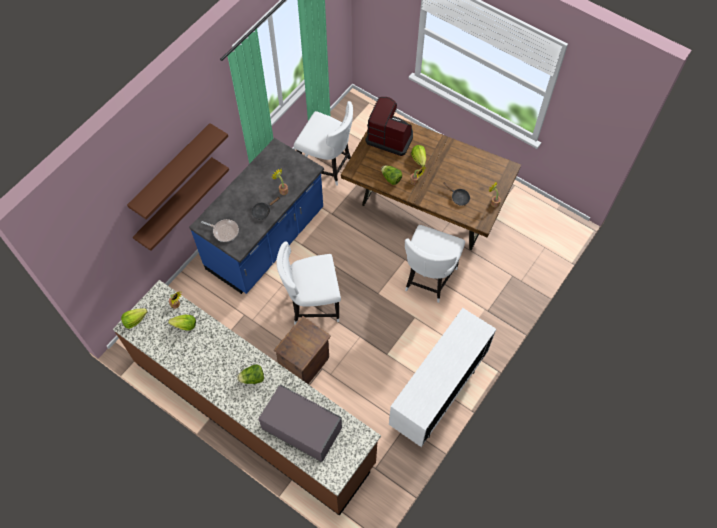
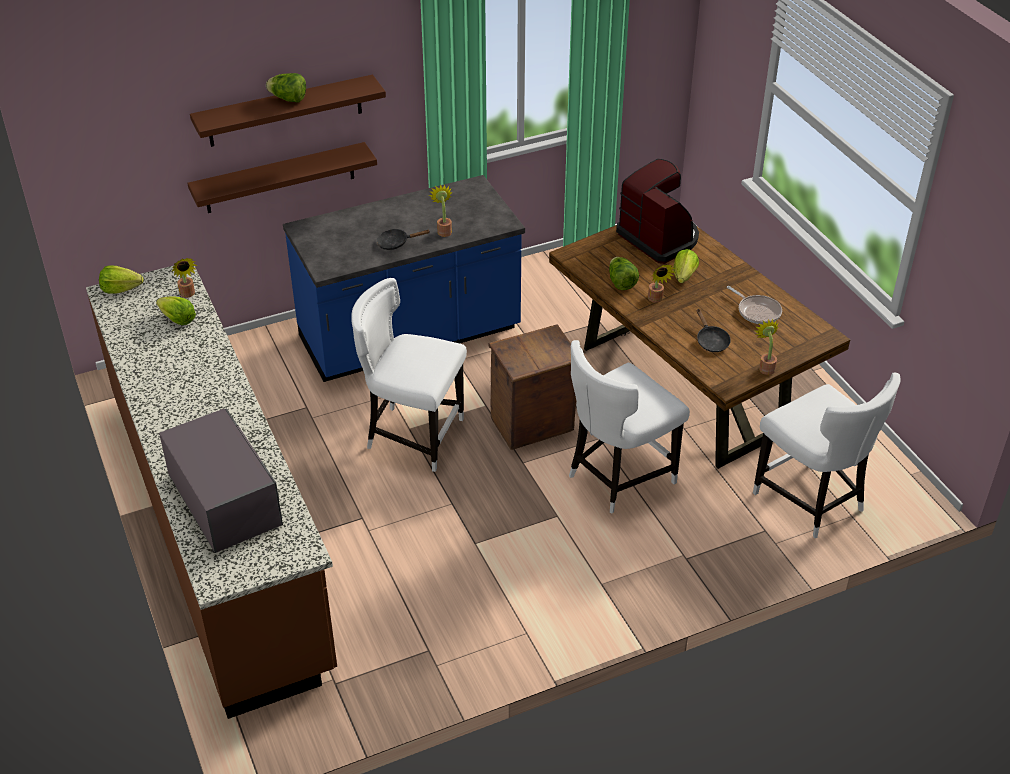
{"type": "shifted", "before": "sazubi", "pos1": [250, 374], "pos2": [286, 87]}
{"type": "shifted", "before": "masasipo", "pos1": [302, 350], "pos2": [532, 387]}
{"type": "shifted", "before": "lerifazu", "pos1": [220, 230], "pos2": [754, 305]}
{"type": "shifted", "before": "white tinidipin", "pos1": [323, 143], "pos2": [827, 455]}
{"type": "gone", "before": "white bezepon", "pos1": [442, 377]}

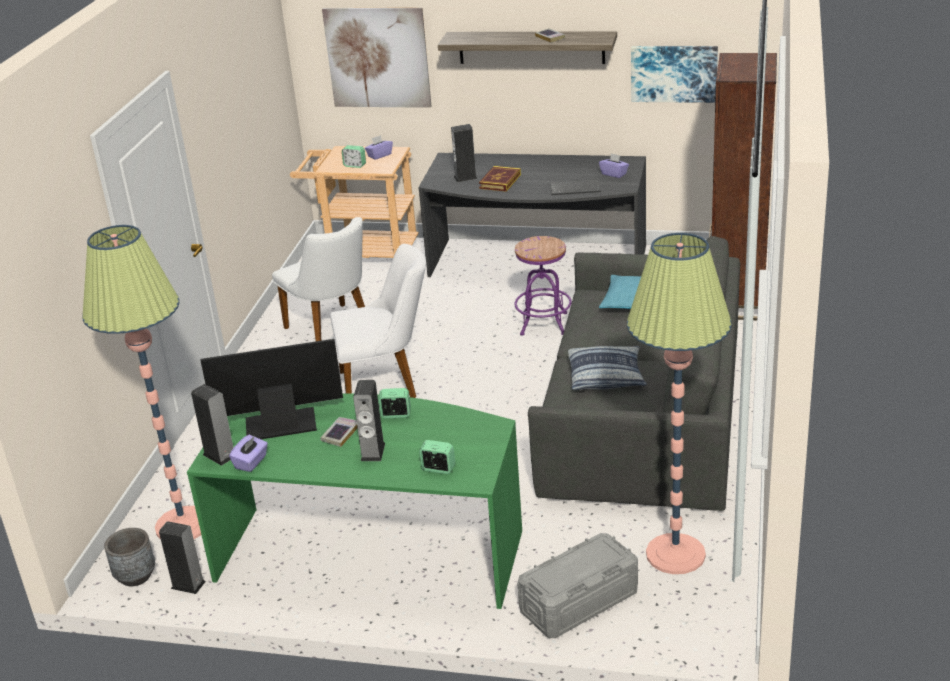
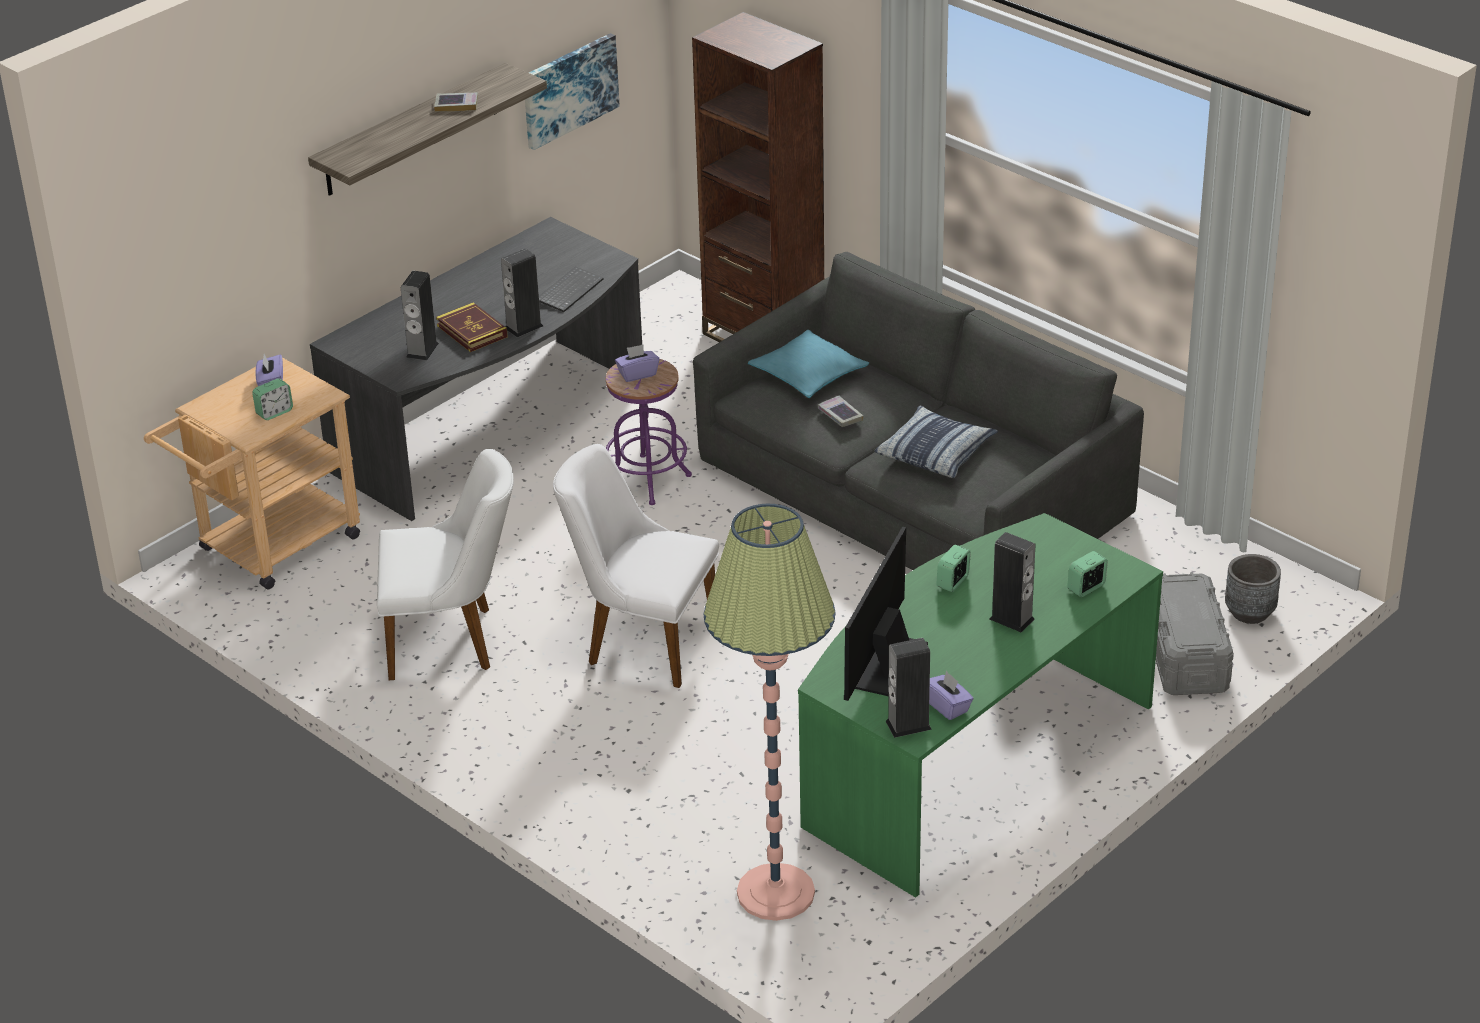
{"type": "shifted", "before": "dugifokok", "pos1": [182, 557], "pos2": [522, 292]}
{"type": "rotated", "before": "white tinidipin", "pos1": [378, 321], "pos2": [636, 566], "turn": -90}
{"type": "shifted", "before": "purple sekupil", "pos1": [614, 165], "pos2": [637, 363]}
{"type": "shifted", "before": "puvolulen", "pos1": [338, 432], "pos2": [840, 411]}
{"type": "shifted", "before": "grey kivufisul", "pos1": [129, 557], "pos2": [1253, 589]}
{"type": "gone", "before": "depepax", "pos1": [376, 57]}
{"type": "gone", "before": "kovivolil", "pos1": [679, 403]}

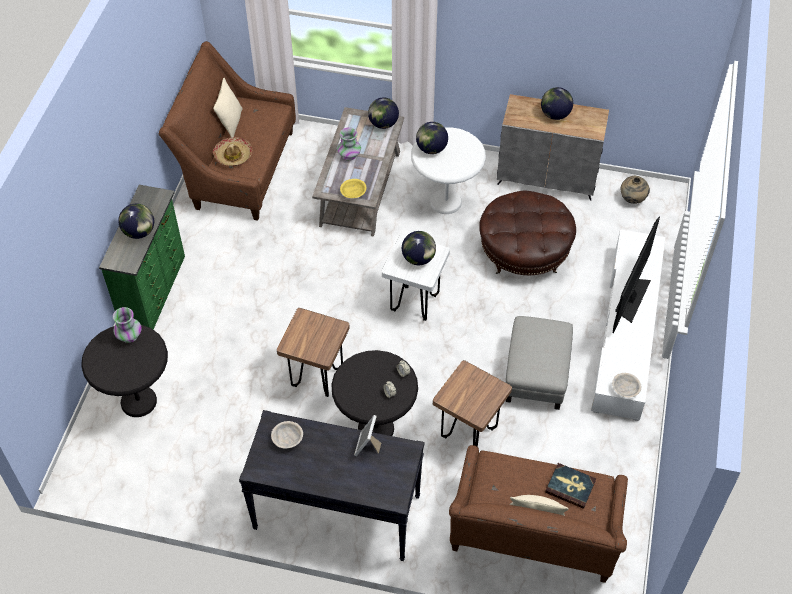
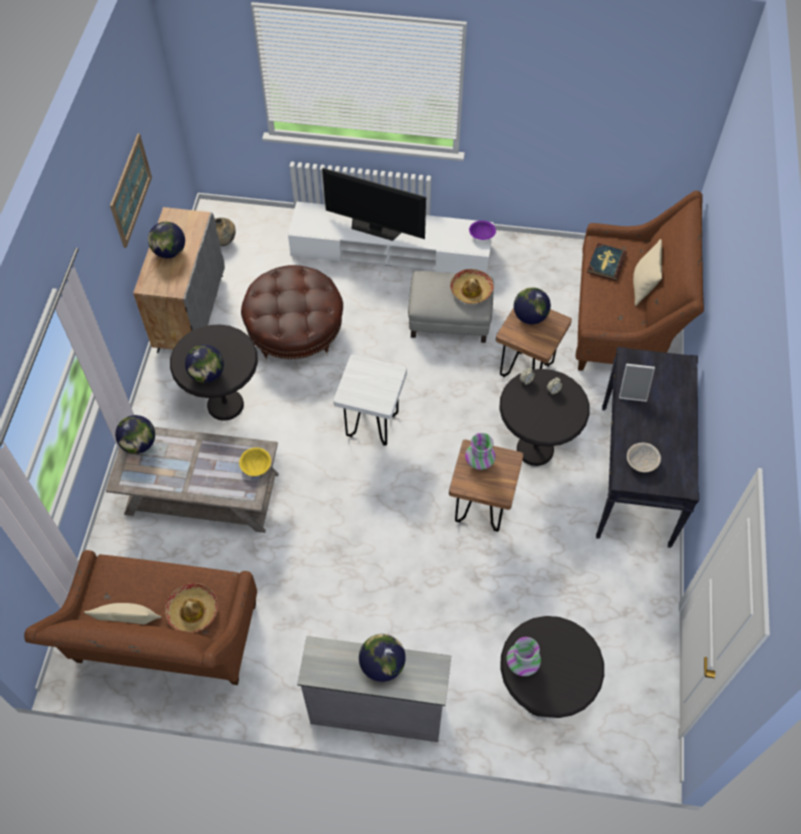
{"type": "new", "after": "depepax", "pos2": [131, 191]}
{"type": "repainted", "before": "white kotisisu", "after": "black kotisisu", "pos1": [448, 170], "pos2": [214, 372]}
{"type": "repainted", "before": "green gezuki", "after": "grey gezuki", "pos1": [142, 257], "pos2": [374, 689]}
{"type": "new", "after": "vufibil", "pos2": [472, 286]}
{"type": "shifted", "before": "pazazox", "pos1": [349, 144], "pos2": [480, 451]}
{"type": "repainted", "before": "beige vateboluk", "after": "purple vateboluk", "pos1": [626, 385], "pos2": [482, 230]}
{"type": "shifted", "before": "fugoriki", "pos1": [419, 248], "pos2": [532, 305]}

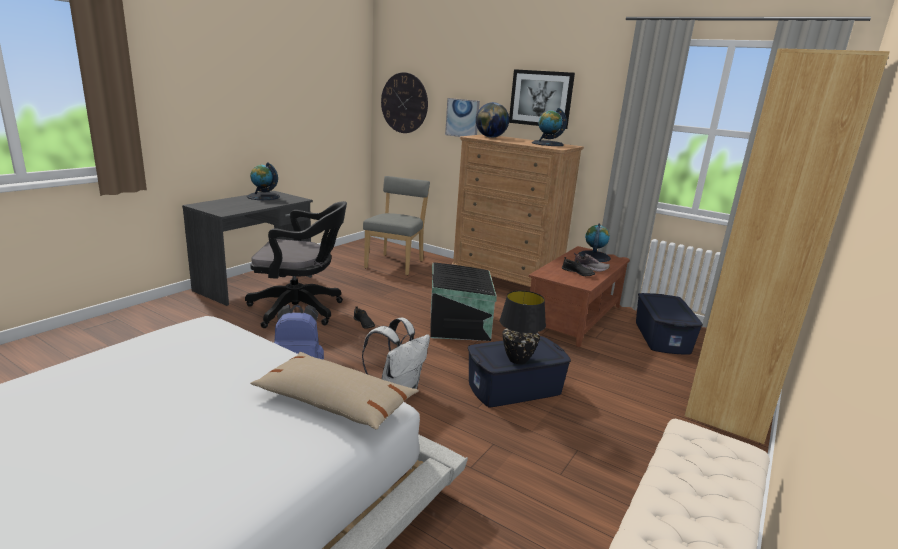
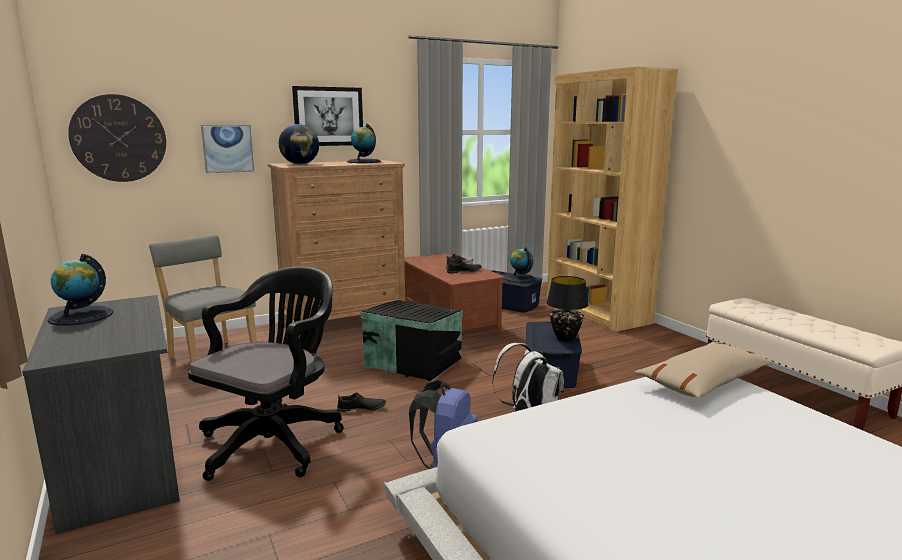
{"type": "shifted", "before": "fugoriki", "pos1": [594, 243], "pos2": [520, 265]}

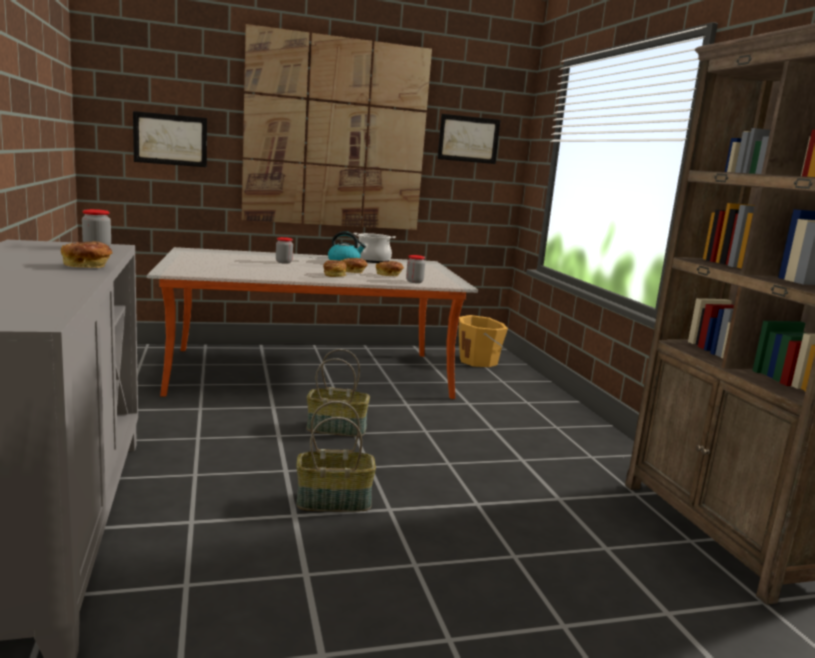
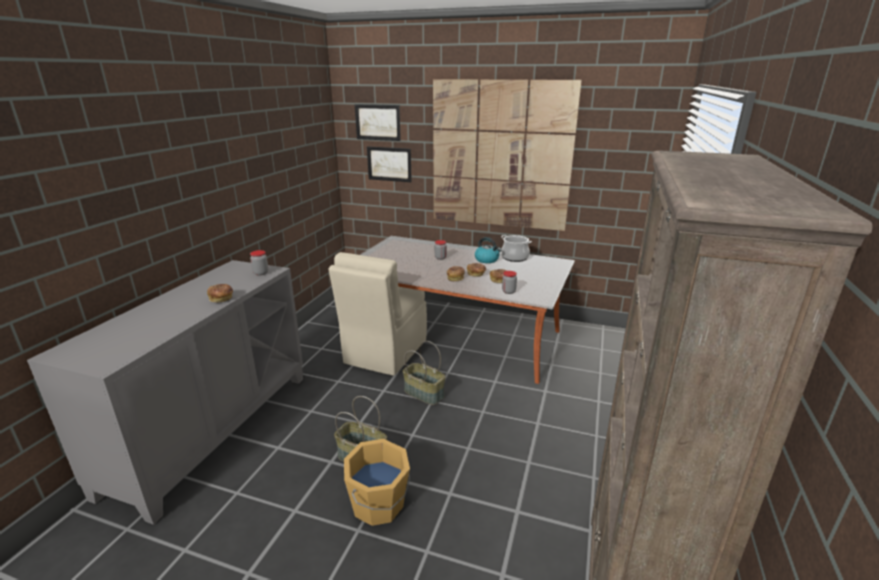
{"type": "new", "after": "beige tinidipin", "pos2": [377, 314]}
{"type": "shifted", "before": "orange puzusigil", "pos1": [483, 341], "pos2": [377, 482]}
{"type": "shifted", "before": "depepax", "pos1": [468, 139], "pos2": [378, 122]}

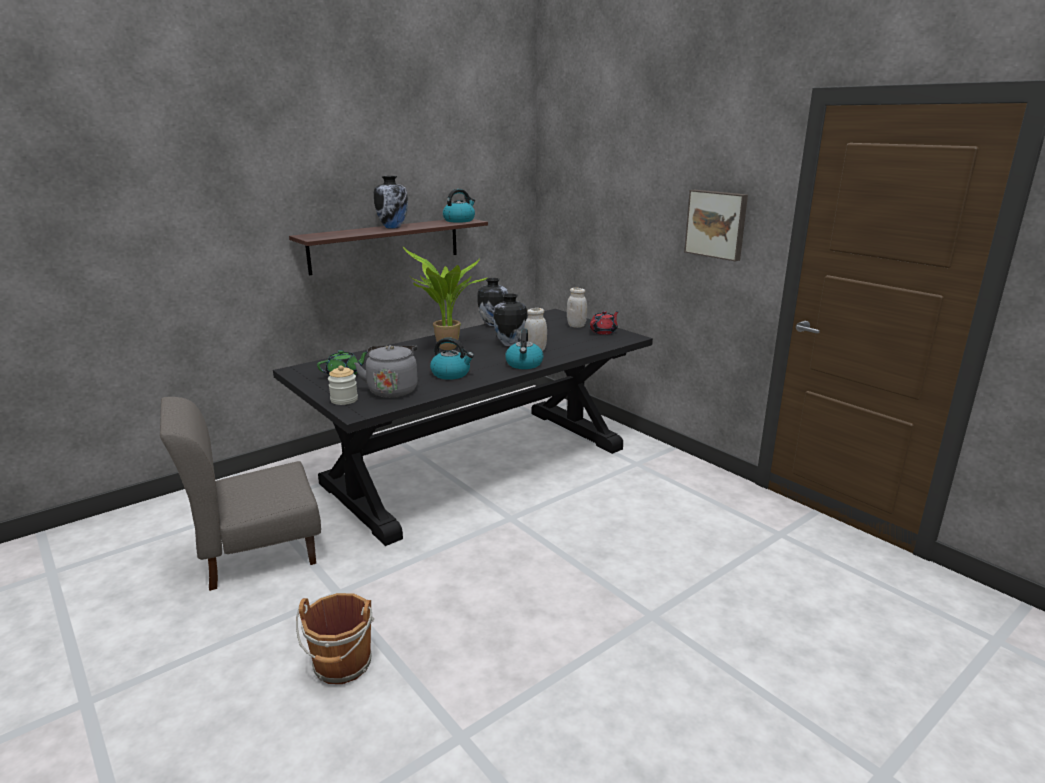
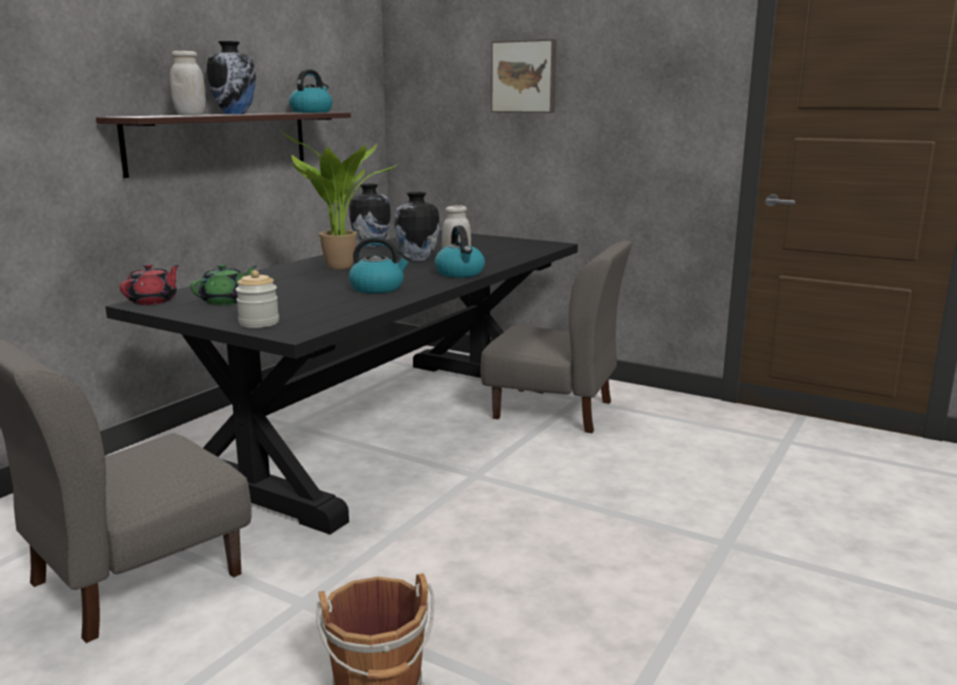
{"type": "shifted", "before": "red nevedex", "pos1": [604, 323], "pos2": [149, 284]}
{"type": "shifted", "before": "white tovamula", "pos1": [577, 307], "pos2": [188, 83]}
{"type": "new", "after": "grey tinidipin", "pos2": [556, 337]}
{"type": "shifted", "before": "depepax", "pos1": [716, 226], "pos2": [524, 76]}
{"type": "gone", "before": "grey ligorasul", "pos1": [386, 371]}

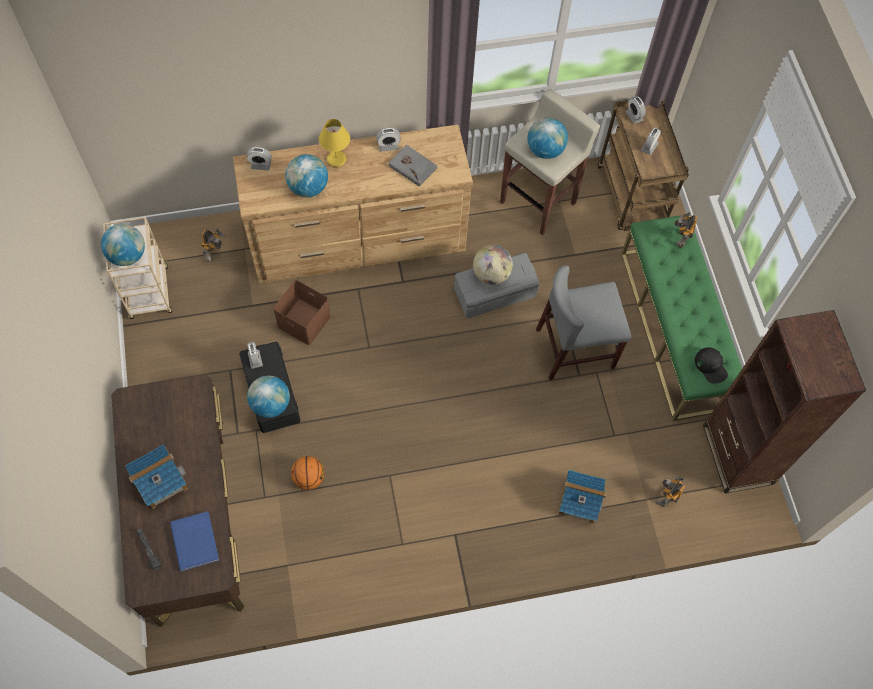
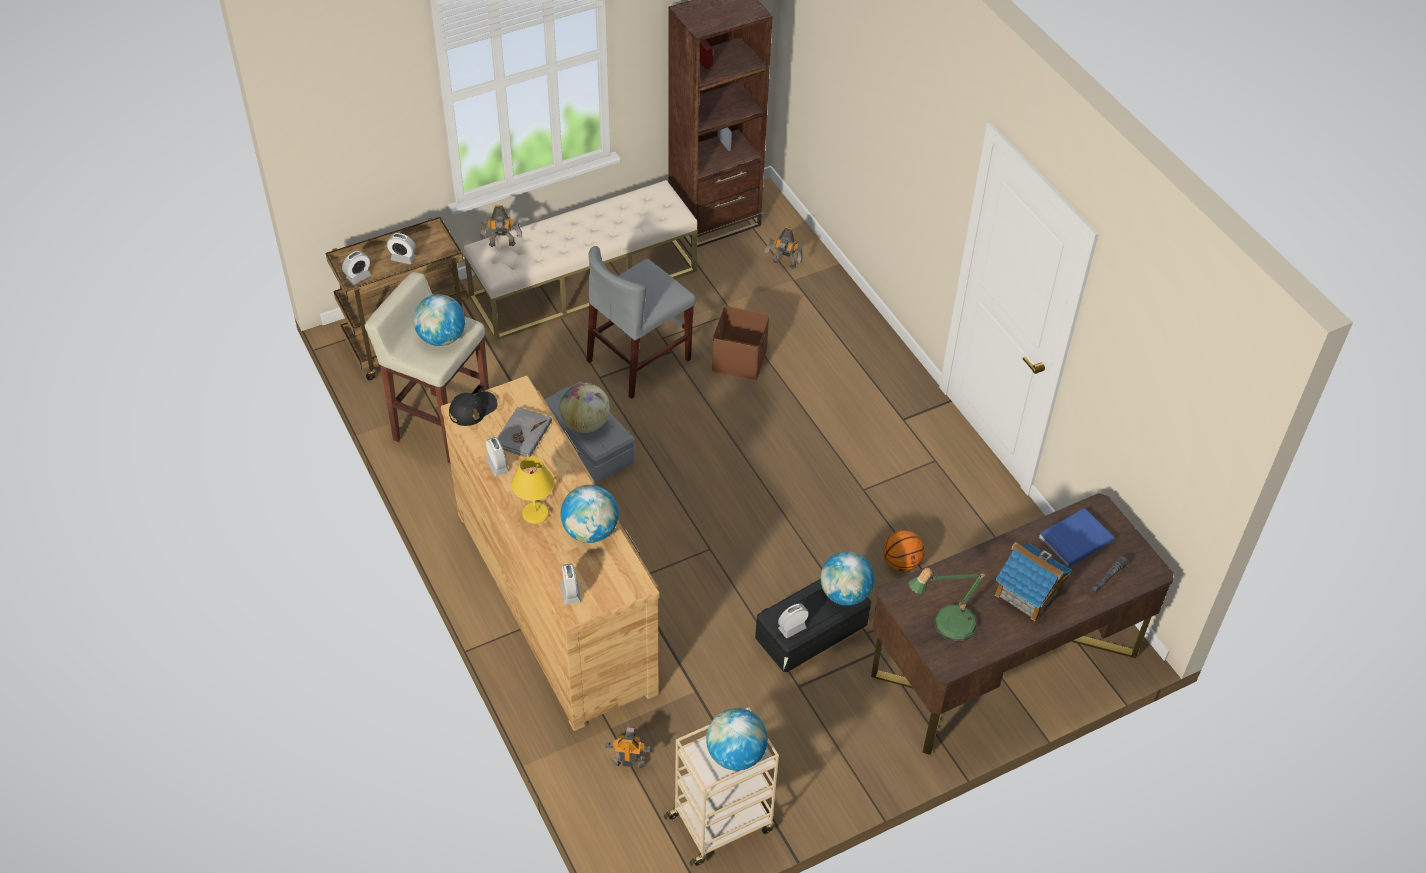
{"type": "shifted", "before": "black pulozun", "pos1": [711, 365], "pos2": [473, 408]}
{"type": "repainted", "before": "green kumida", "after": "beige kumida", "pos1": [681, 318], "pos2": [580, 260]}
{"type": "rotated", "before": "grey tinidipin", "pos1": [583, 322], "pos2": [641, 322], "turn": 75}
{"type": "shifted", "before": "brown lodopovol", "pos1": [302, 312], "pos2": [740, 343]}
{"type": "new", "after": "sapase", "pos2": [948, 605]}
{"type": "gone", "before": "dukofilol", "pos1": [583, 496]}

